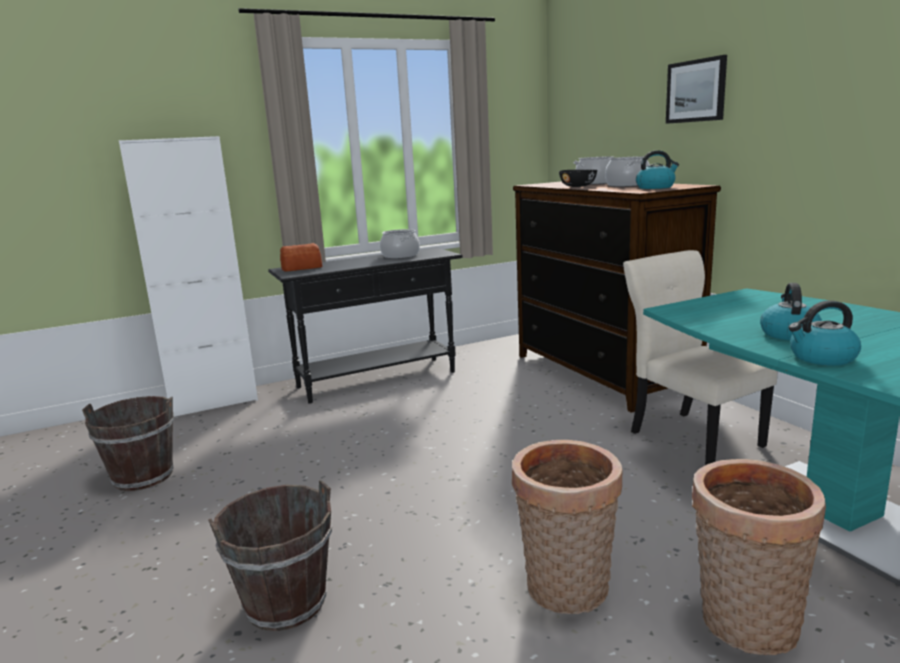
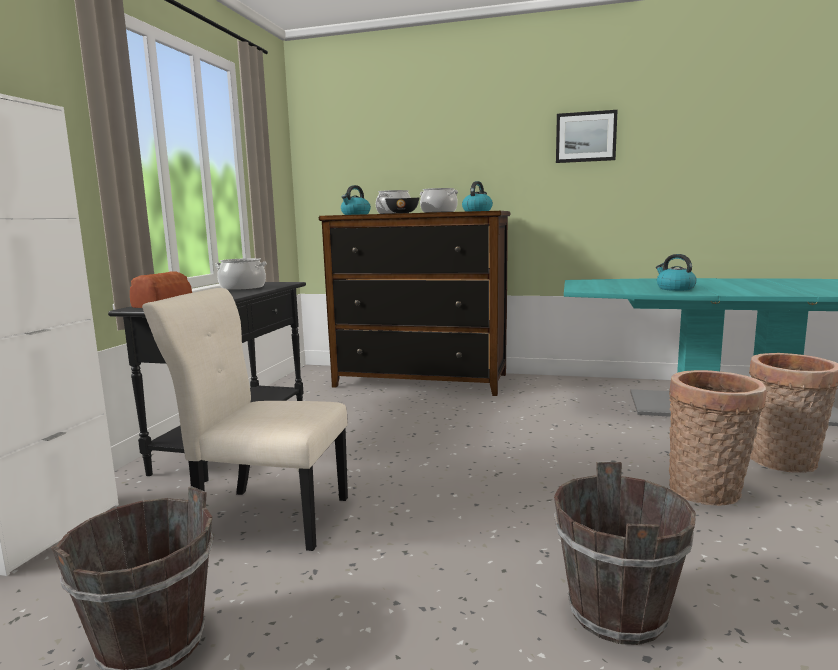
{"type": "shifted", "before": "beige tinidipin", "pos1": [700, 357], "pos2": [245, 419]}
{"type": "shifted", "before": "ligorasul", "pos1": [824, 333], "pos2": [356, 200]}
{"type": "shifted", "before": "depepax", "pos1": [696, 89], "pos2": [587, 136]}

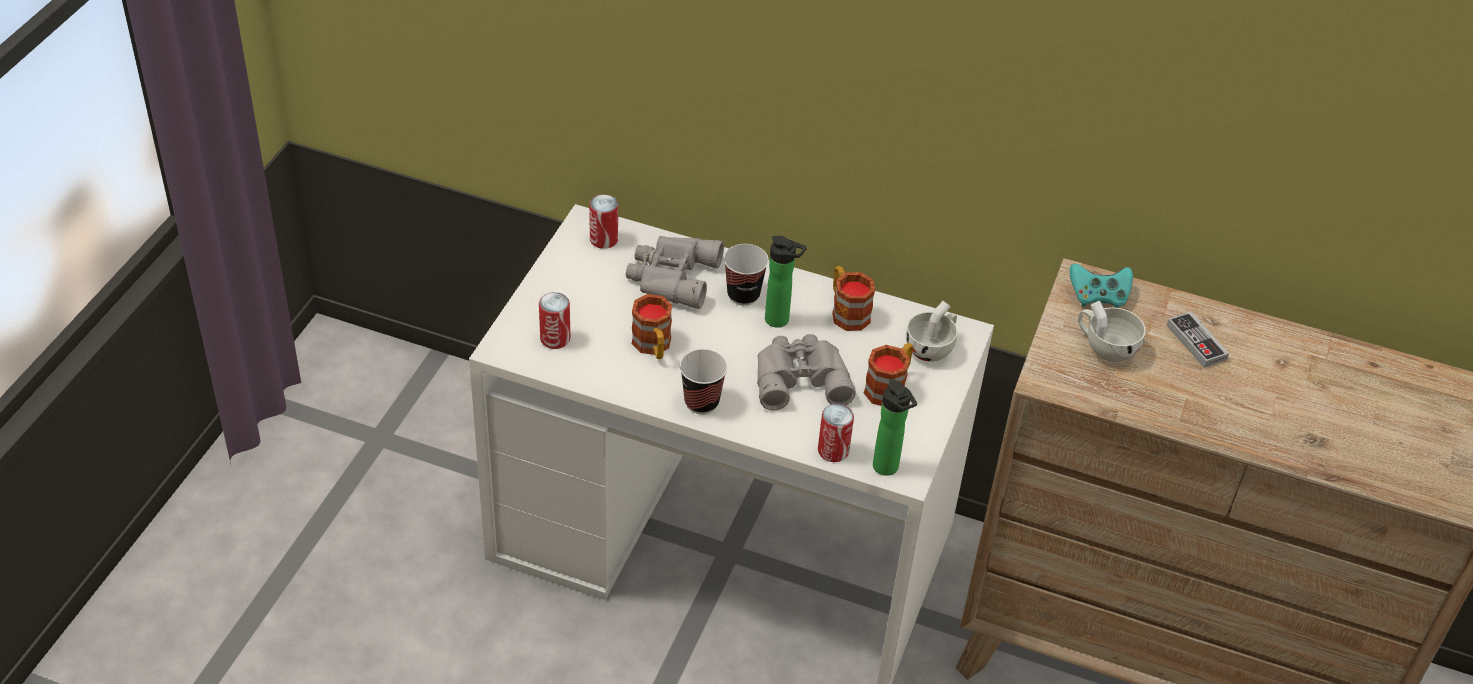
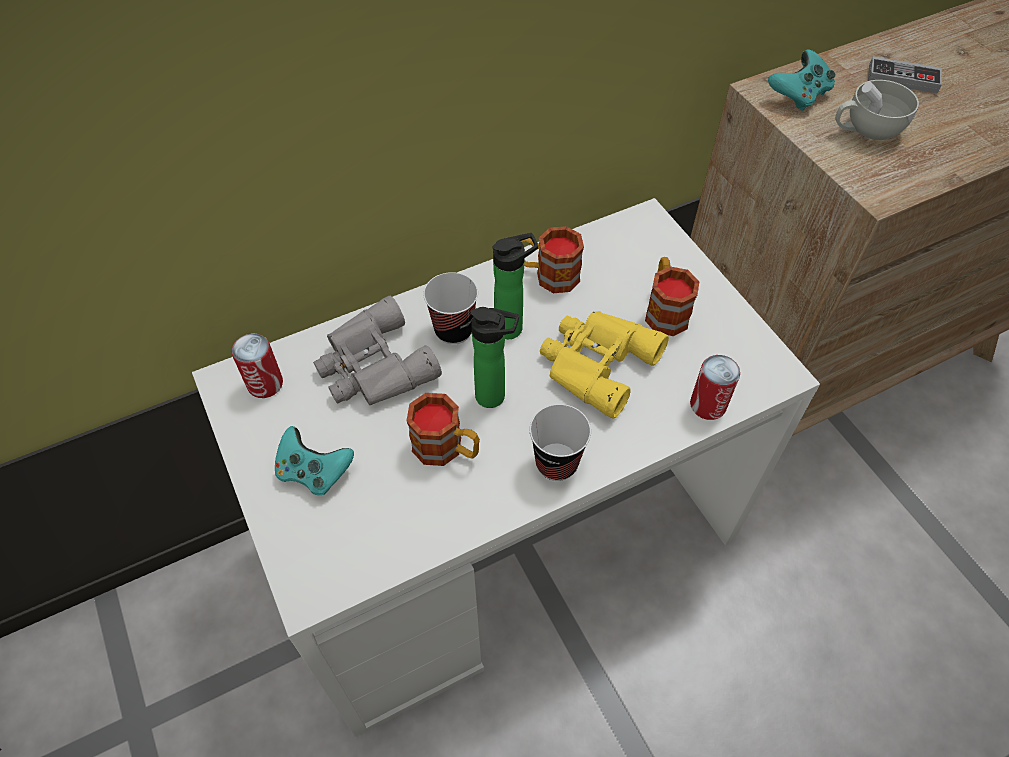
{"type": "new", "after": "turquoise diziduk", "pos2": [314, 460]}
{"type": "shifted", "before": "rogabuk", "pos1": [895, 427], "pos2": [494, 357]}
{"type": "repainted", "before": "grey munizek", "after": "yellow munizek", "pos1": [806, 372], "pos2": [604, 365]}
{"type": "gone", "before": "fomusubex", "pos1": [554, 320]}
{"type": "gone", "before": "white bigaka", "pos1": [932, 331]}

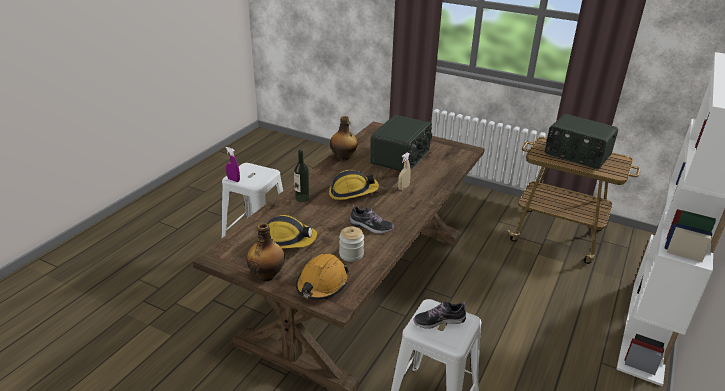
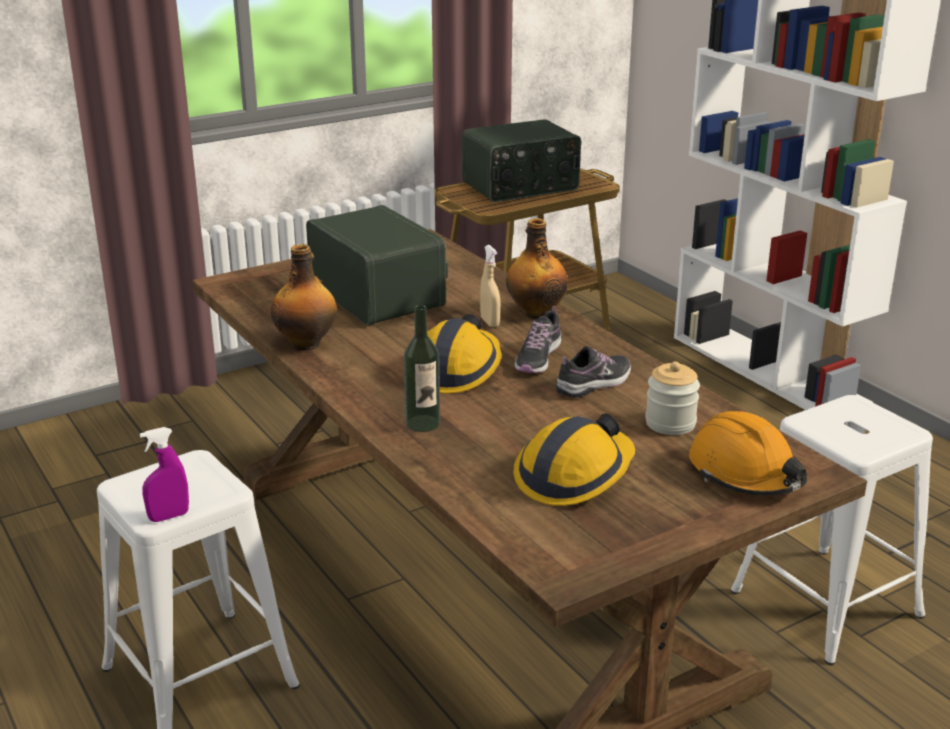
{"type": "shifted", "before": "rogabuk", "pos1": [266, 252], "pos2": [537, 268]}
{"type": "shifted", "before": "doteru", "pos1": [439, 315], "pos2": [538, 339]}

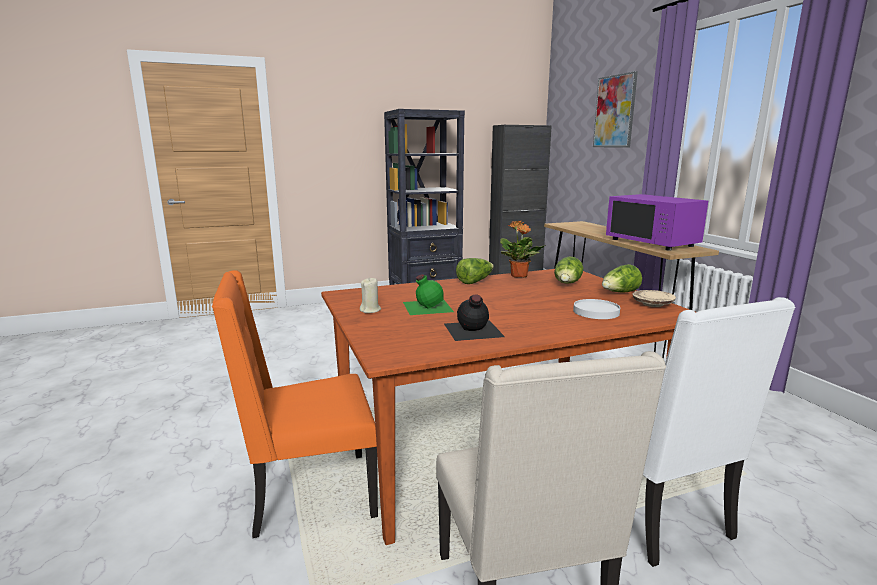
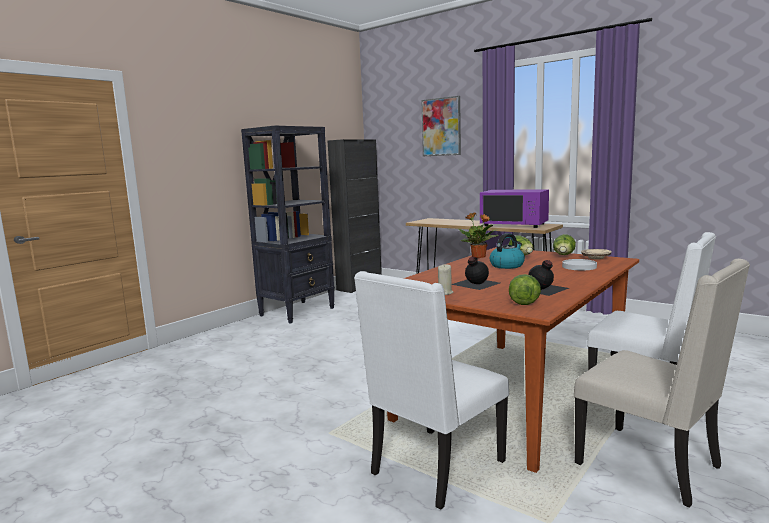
{"type": "repainted", "before": "orange tinidipin", "after": "white tinidipin", "pos1": [295, 404], "pos2": [431, 390]}
{"type": "repainted", "before": "green rogabuk", "after": "black rogabuk", "pos1": [428, 294], "pos2": [475, 273]}
{"type": "new", "after": "ligorasul", "pos2": [507, 251]}
{"type": "shifted", "before": "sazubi", "pos1": [475, 271], "pos2": [525, 289]}

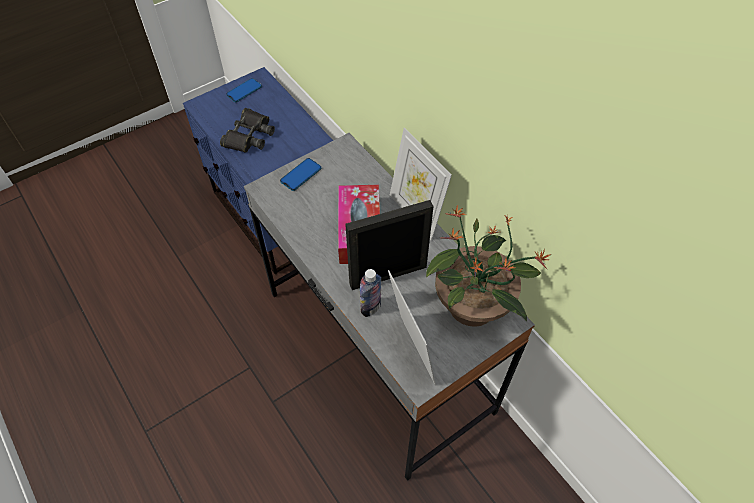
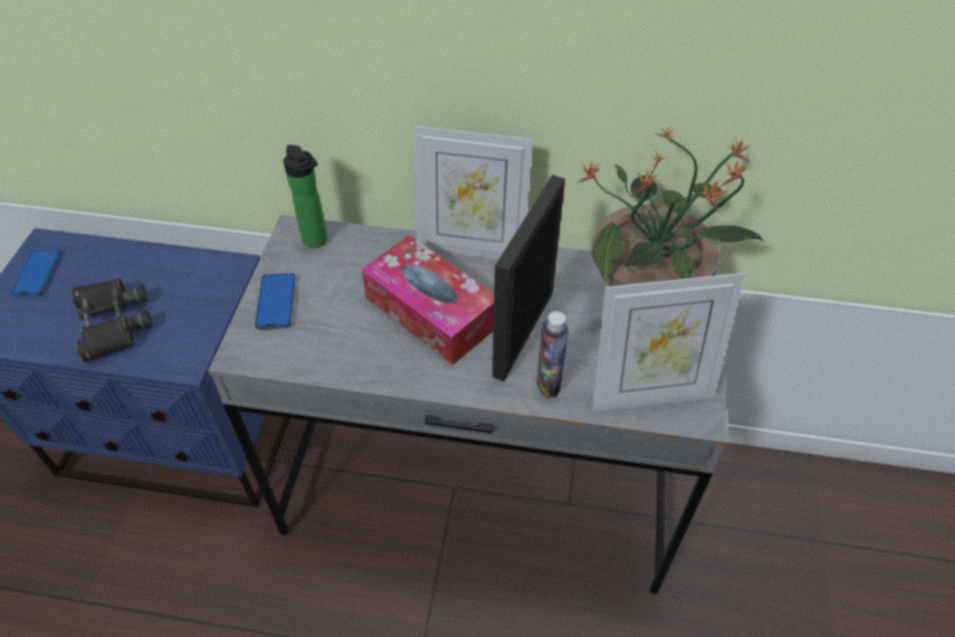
{"type": "new", "after": "rogabuk", "pos2": [305, 196]}
{"type": "rotated", "before": "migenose", "pos1": [412, 327], "pos2": [668, 342], "turn": 150}

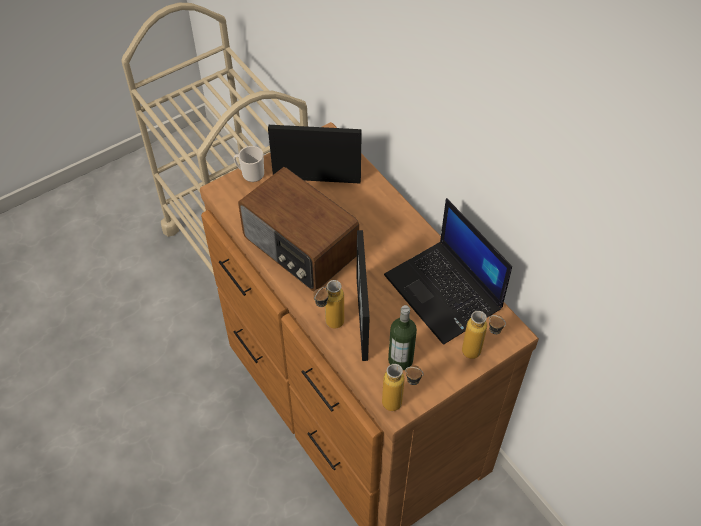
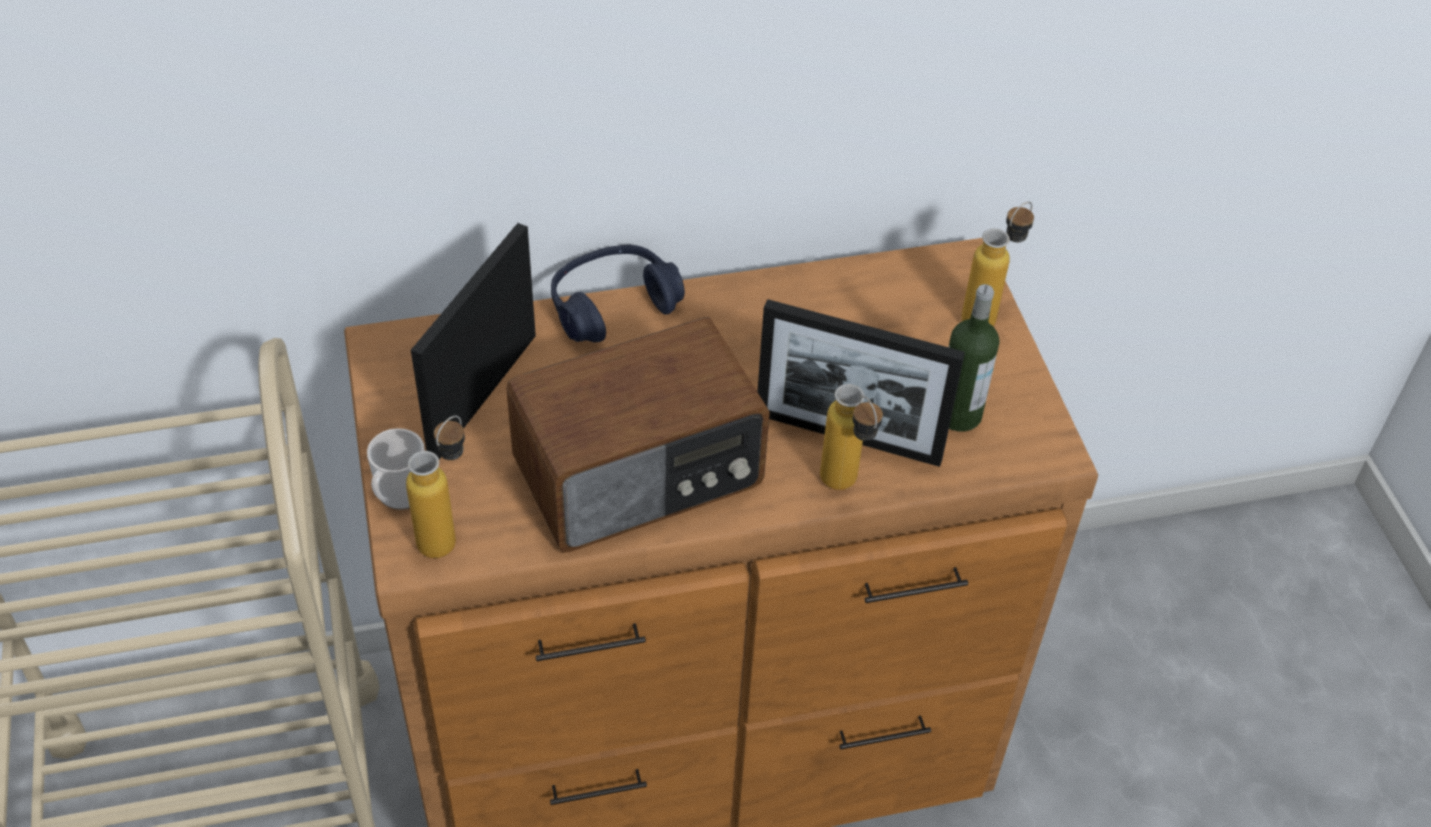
{"type": "shifted", "before": "rogabuk", "pos1": [403, 387], "pos2": [435, 487]}
{"type": "new", "after": "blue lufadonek", "pos2": [618, 293]}
{"type": "gone", "before": "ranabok", "pos1": [448, 271]}

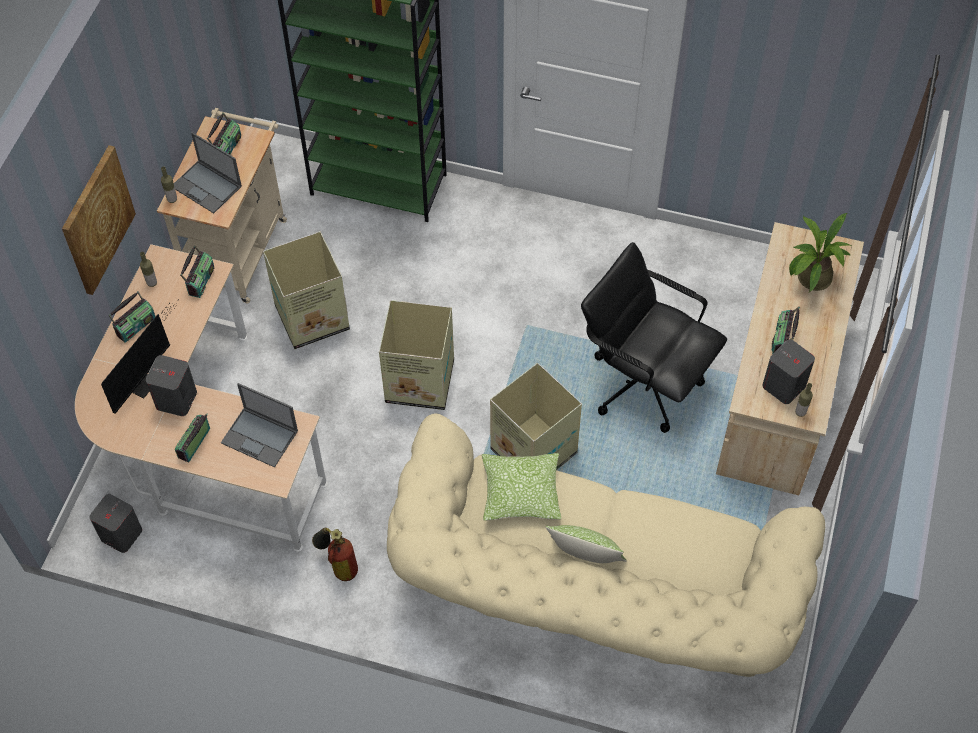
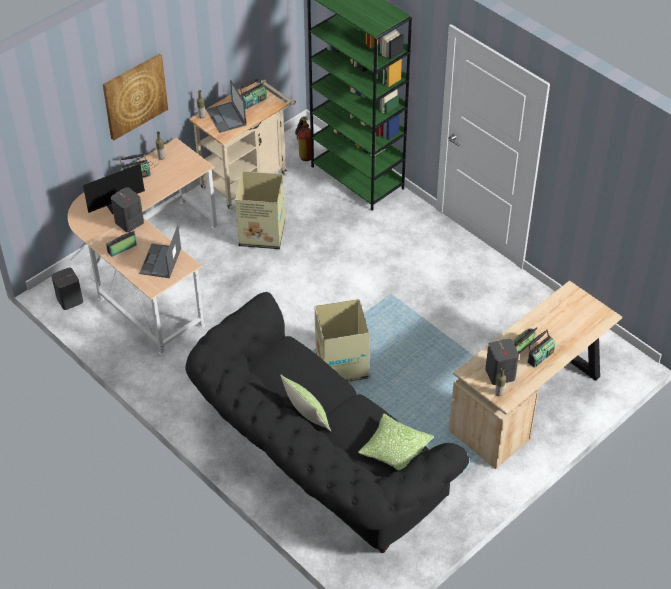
{"type": "rotated", "before": "ranabok", "pos1": [259, 425], "pos2": [160, 252], "turn": 45}
{"type": "repainted", "before": "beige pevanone", "after": "black pevanone", "pos1": [606, 545], "pos2": [327, 422]}
{"type": "shifted", "before": "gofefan", "pos1": [335, 554], "pos2": [303, 138]}
{"type": "shifted", "before": "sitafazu", "pos1": [521, 487], "pos2": [396, 442]}
{"type": "shifted", "before": "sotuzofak", "pos1": [197, 271], "pos2": [541, 349]}
{"type": "gone", "before": "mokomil", "pos1": [416, 355]}
{"type": "gone", "before": "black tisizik", "pos1": [654, 337]}
{"type": "gone", "before": "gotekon", "pos1": [820, 252]}

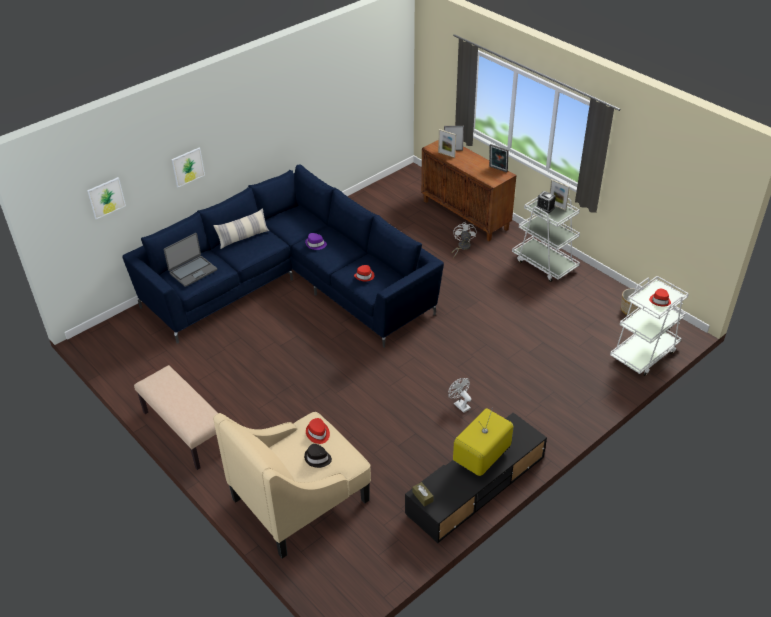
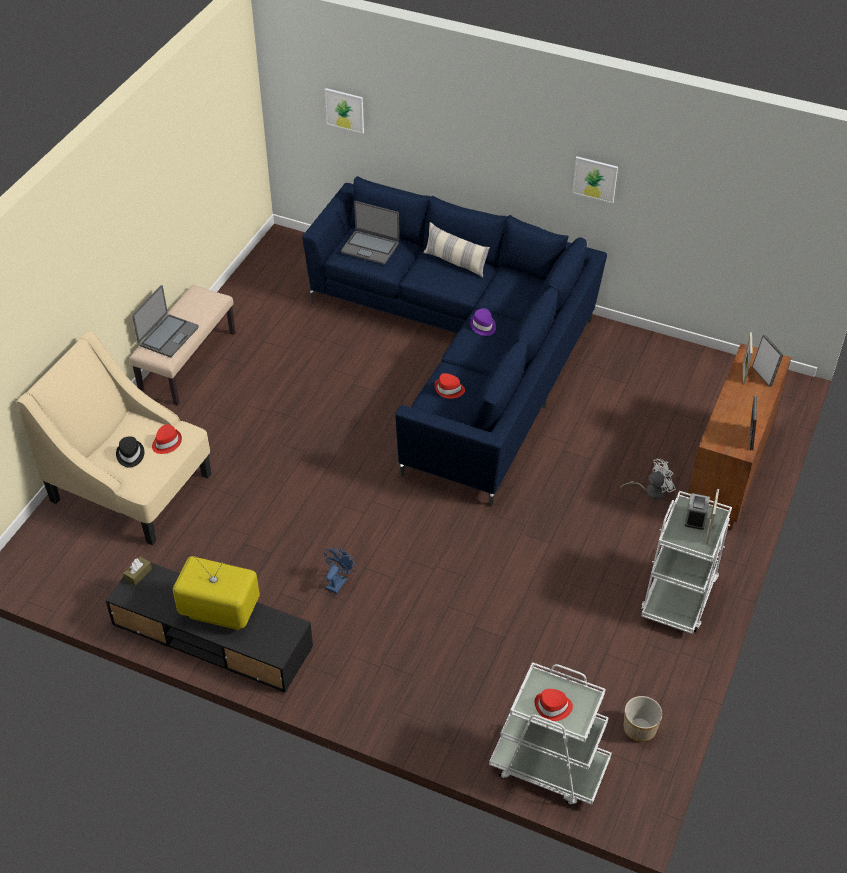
{"type": "new", "after": "ranabok", "pos2": [165, 321]}
{"type": "repainted", "before": "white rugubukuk", "after": "blue rugubukuk", "pos1": [460, 395], "pos2": [340, 571]}
{"type": "shifted", "before": "depepax", "pos1": [188, 167], "pos2": [595, 179]}

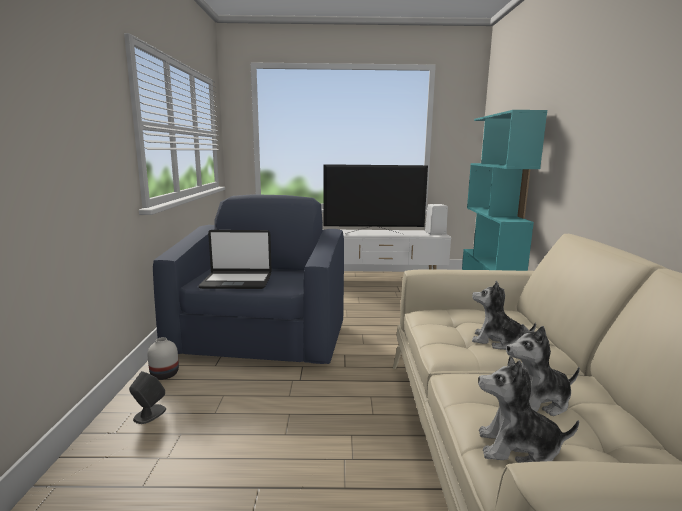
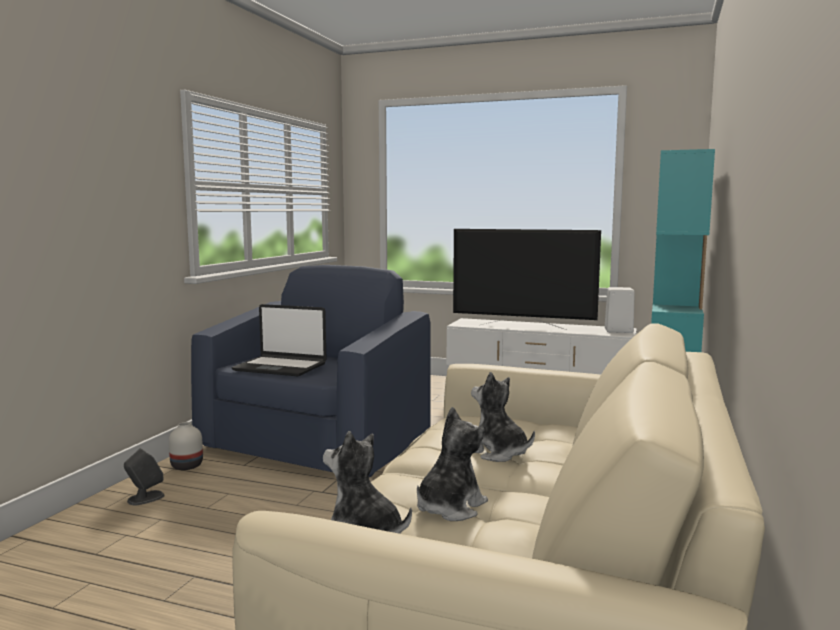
{"type": "rotated", "before": "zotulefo", "pos1": [543, 370], "pos2": [452, 464], "turn": 120}

